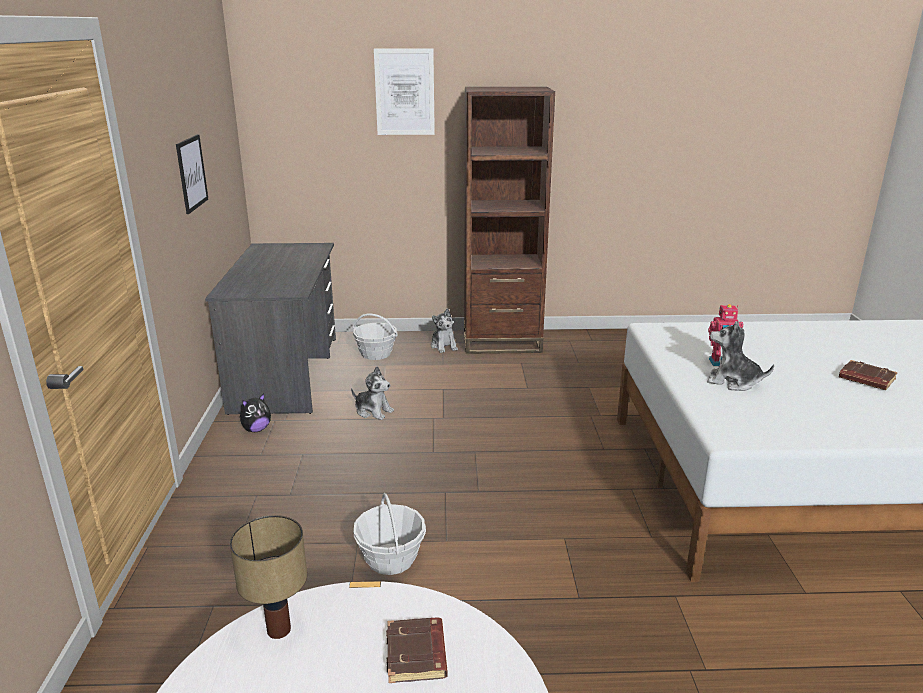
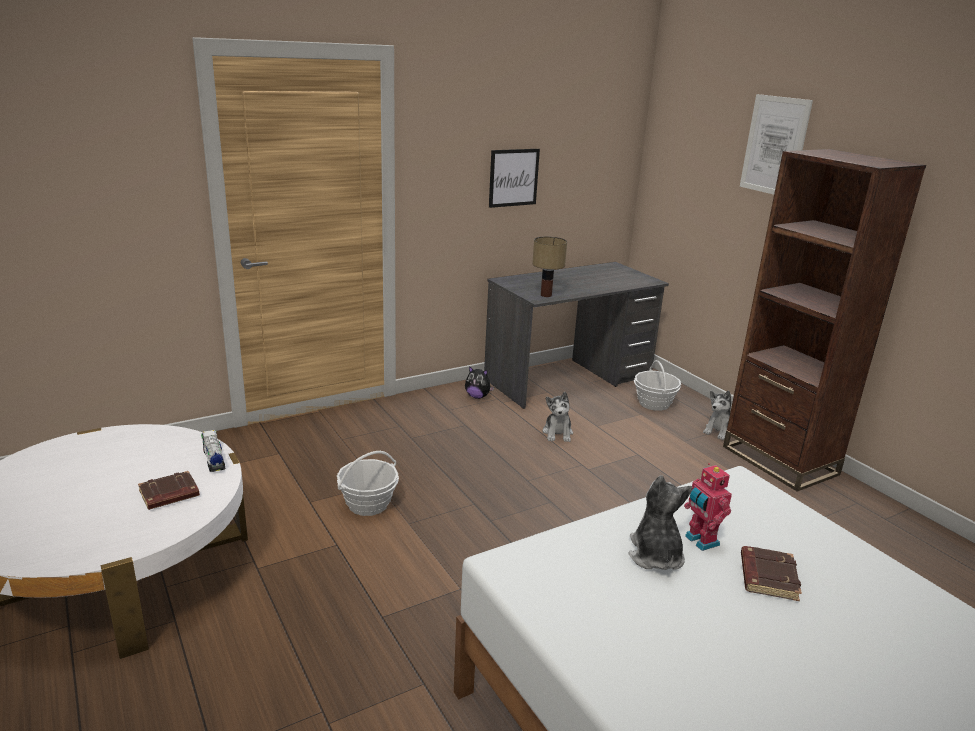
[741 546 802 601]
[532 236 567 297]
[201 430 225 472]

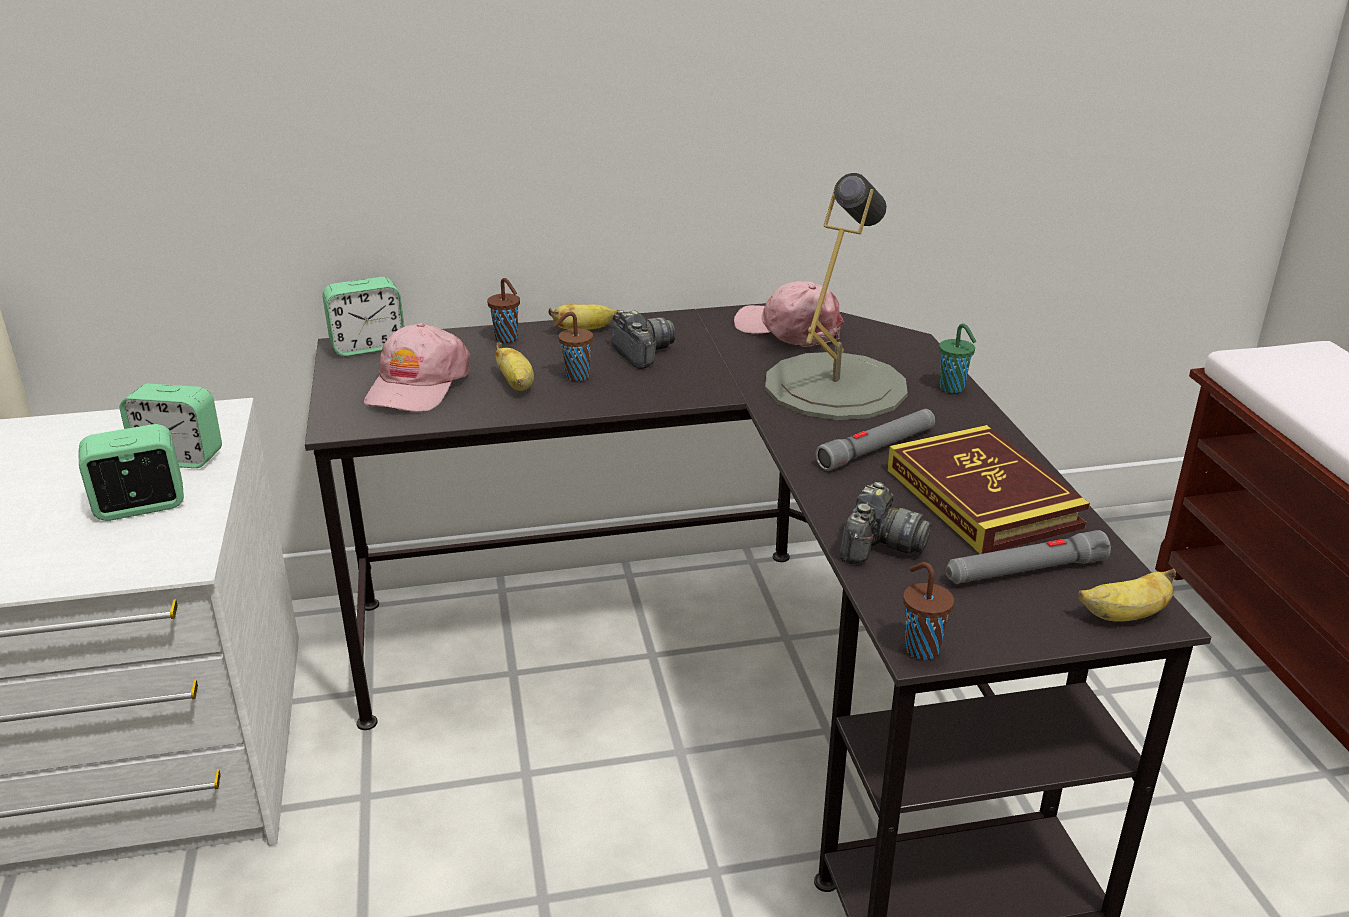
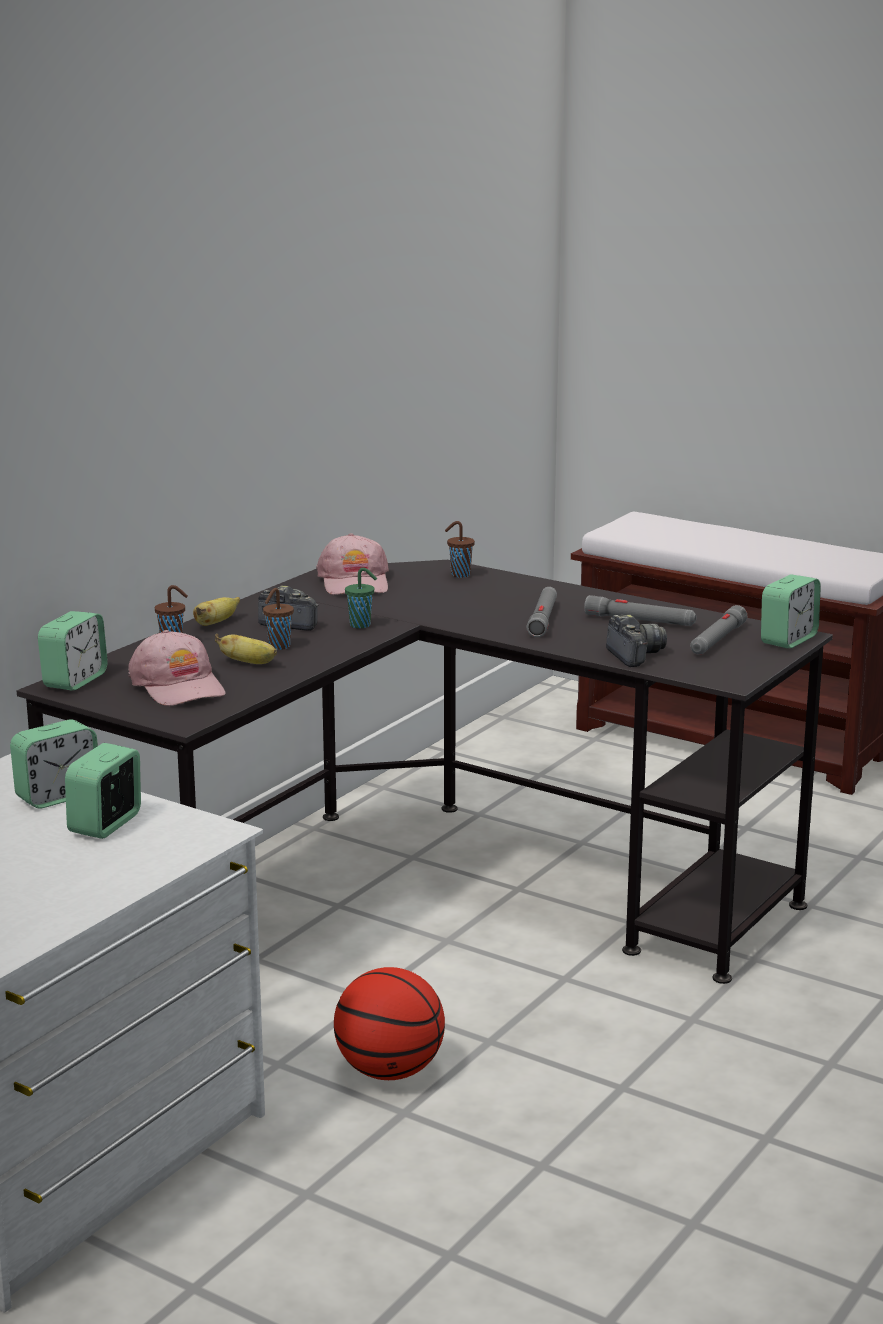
[765 173 908 420] (first image)
[316 533 389 595]
[345 568 377 628]
[584 595 696 626]
[445 521 475 578]
[761 574 821 648]
[334 967 445 1080]

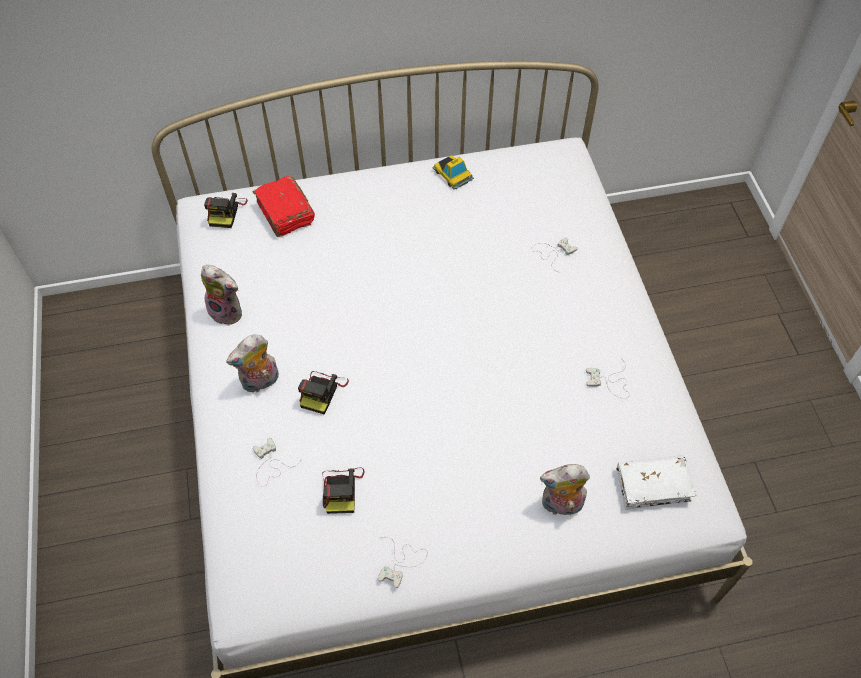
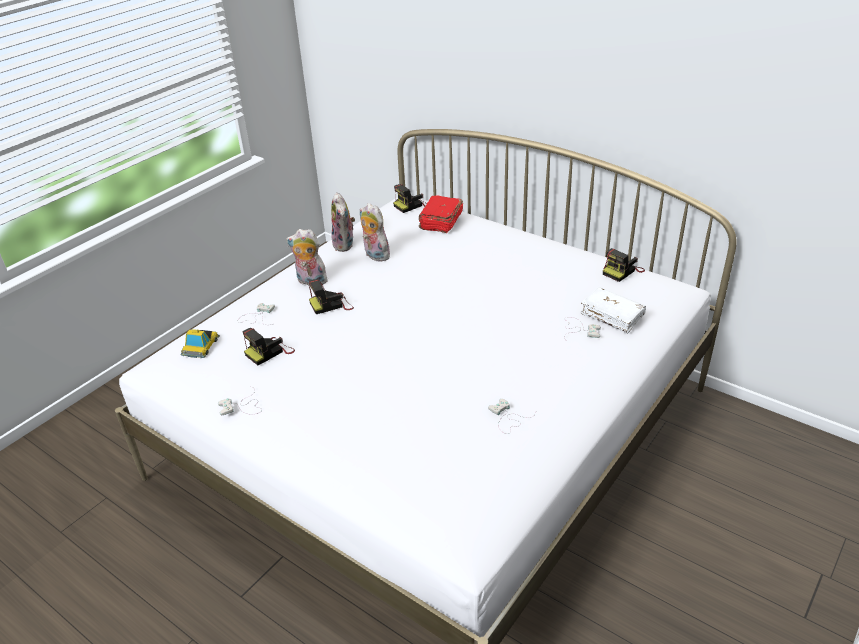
[180 329 220 358]
[580 287 646 334]
[360 203 390 262]
[603 248 645 282]

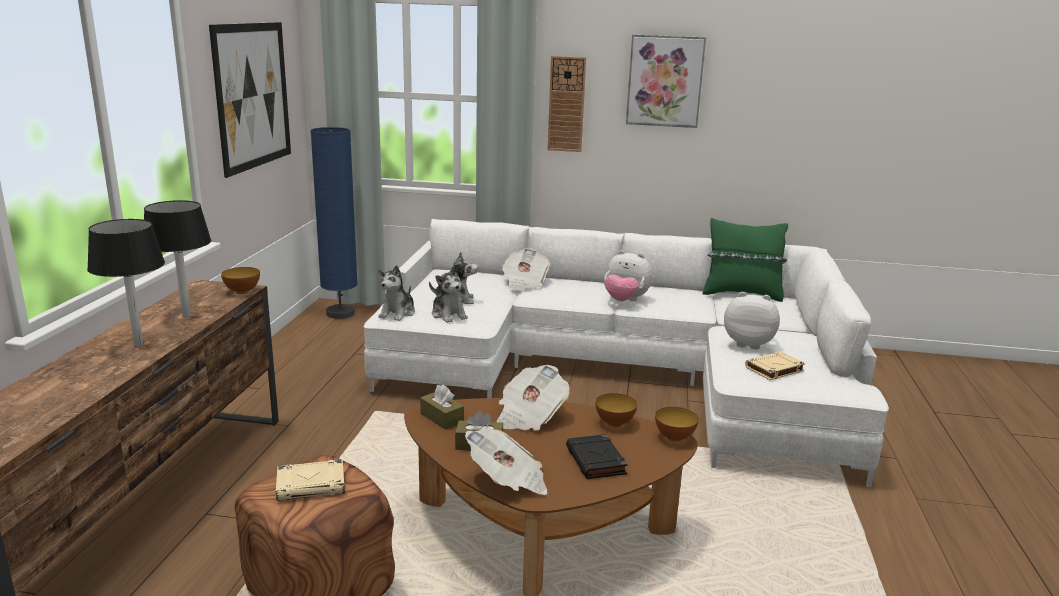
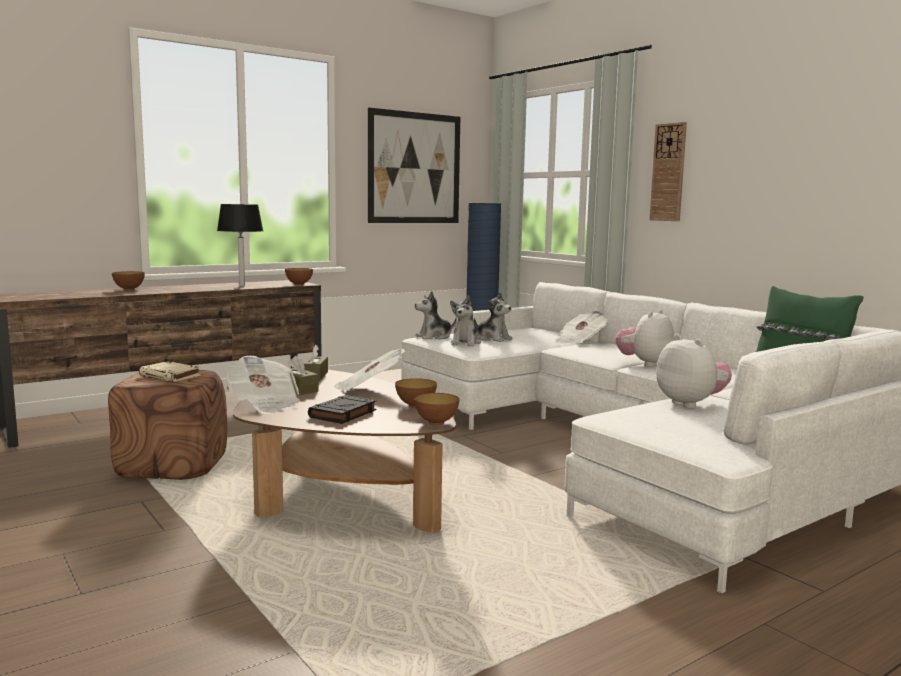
[626 34 706 128] (first image)
[87 219 165 346] (first image)
[616 309 674 367]
[745 352 805 380] (first image)
[112 271 145 290]

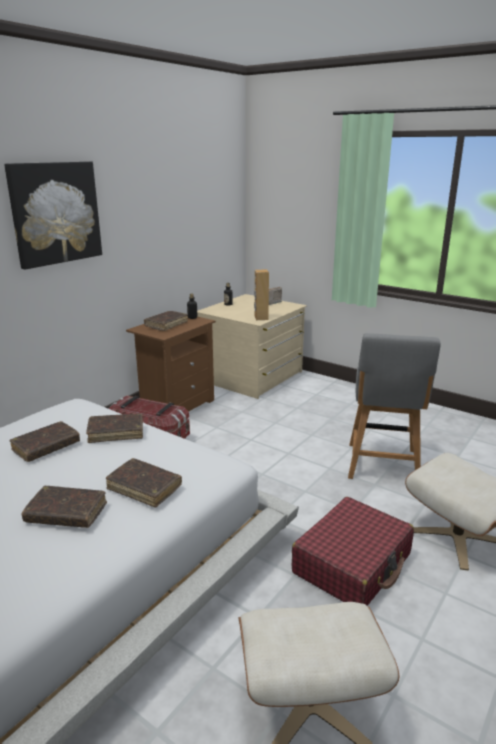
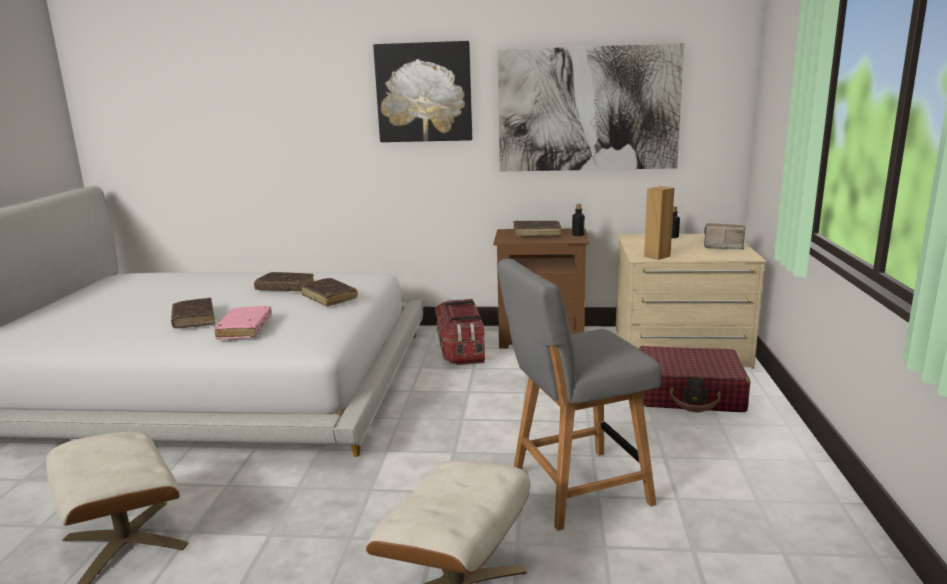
[214 306 272 339]
[639 346 750 412]
[498 43 684 171]

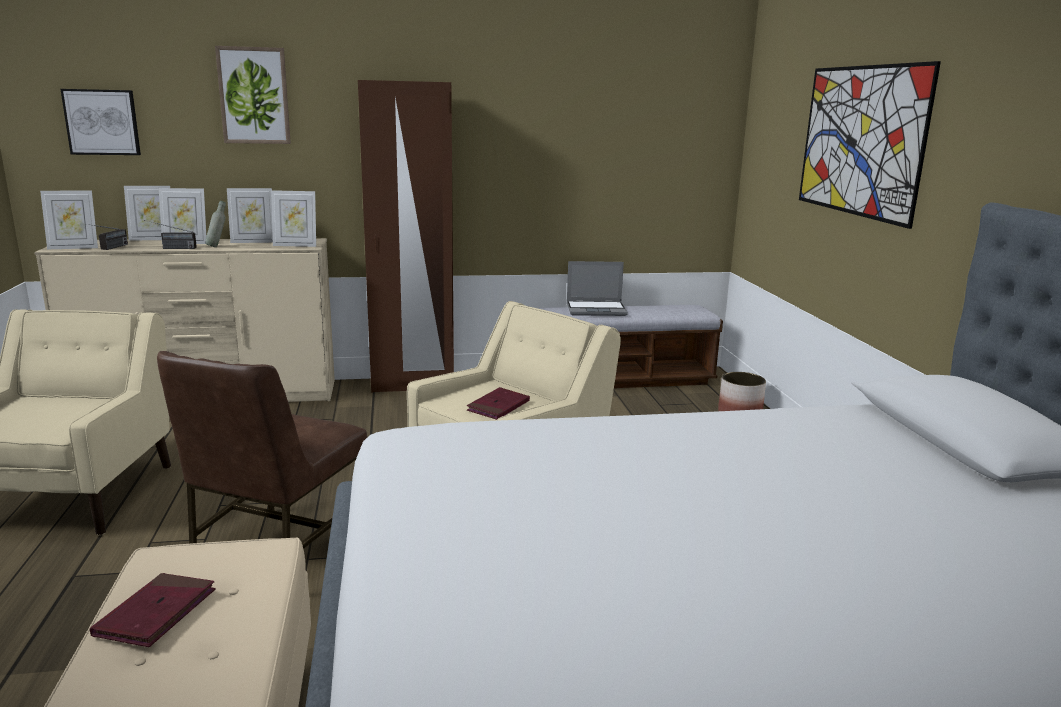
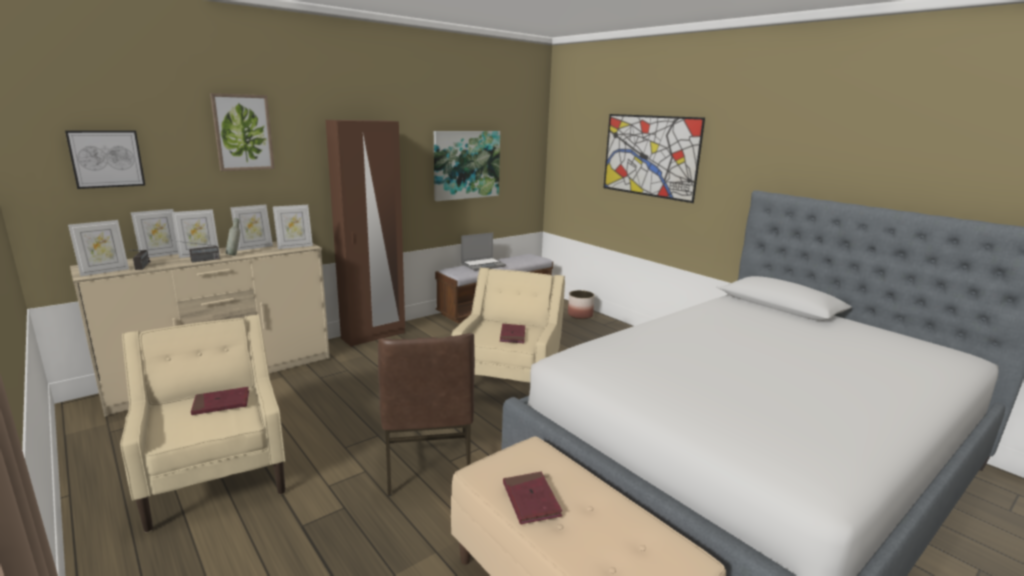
[434 131 500 201]
[191 387 249 415]

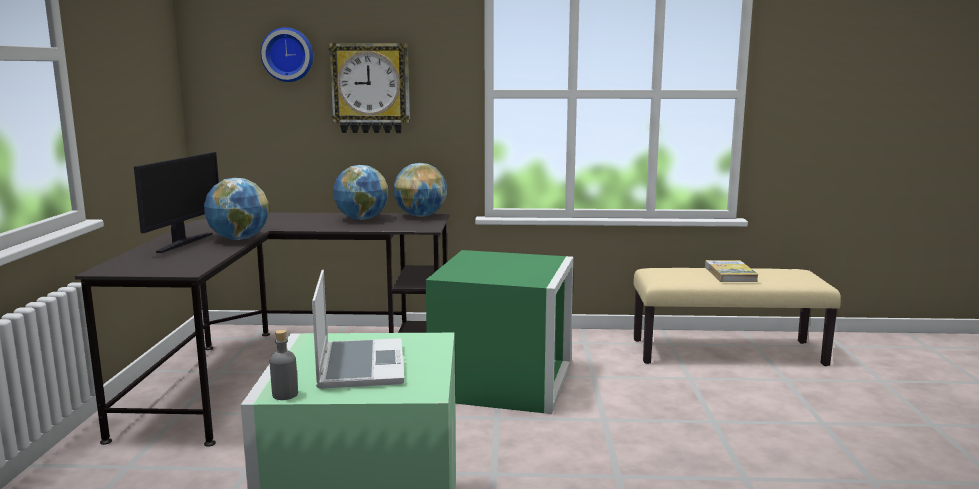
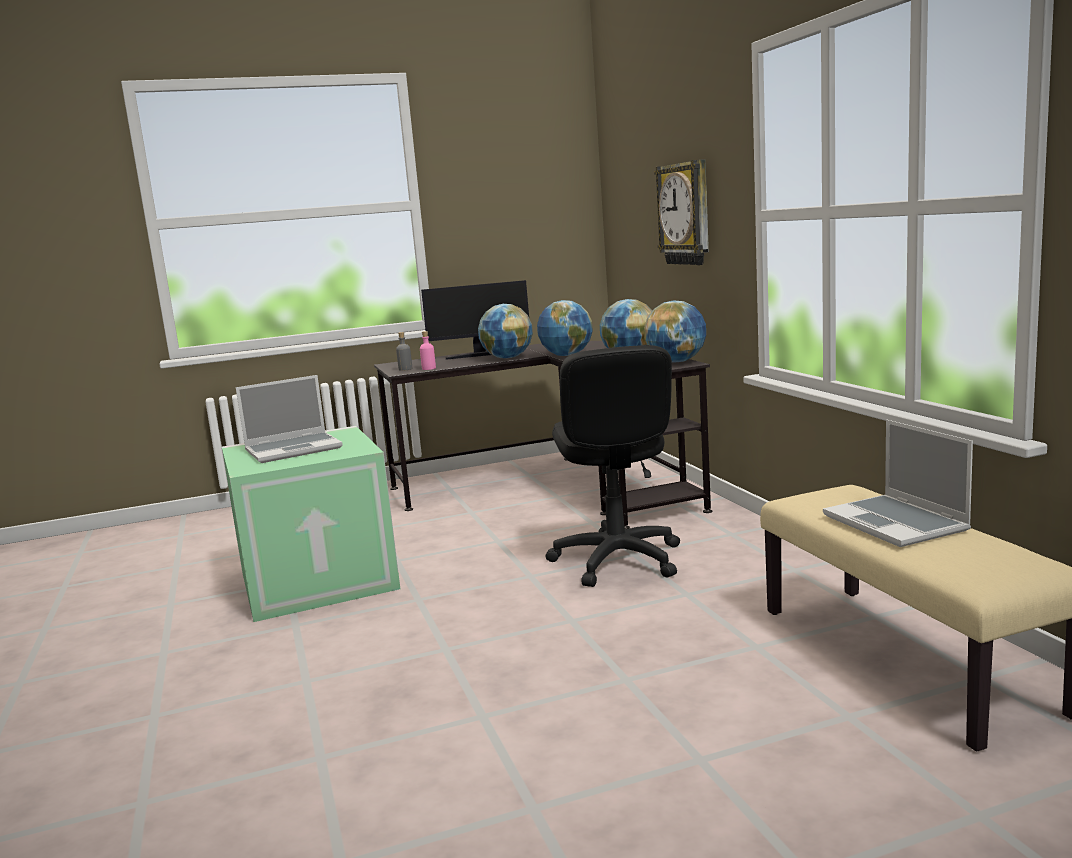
[261 27 313 82] (first image)
[545 345 680 587]
[823 420 973 547]
[396 332 412 371]
[537 300 593 356]
[420 331 436 370]

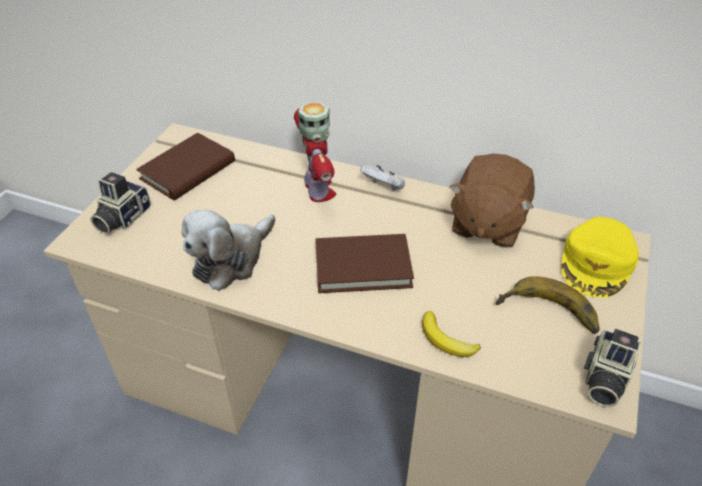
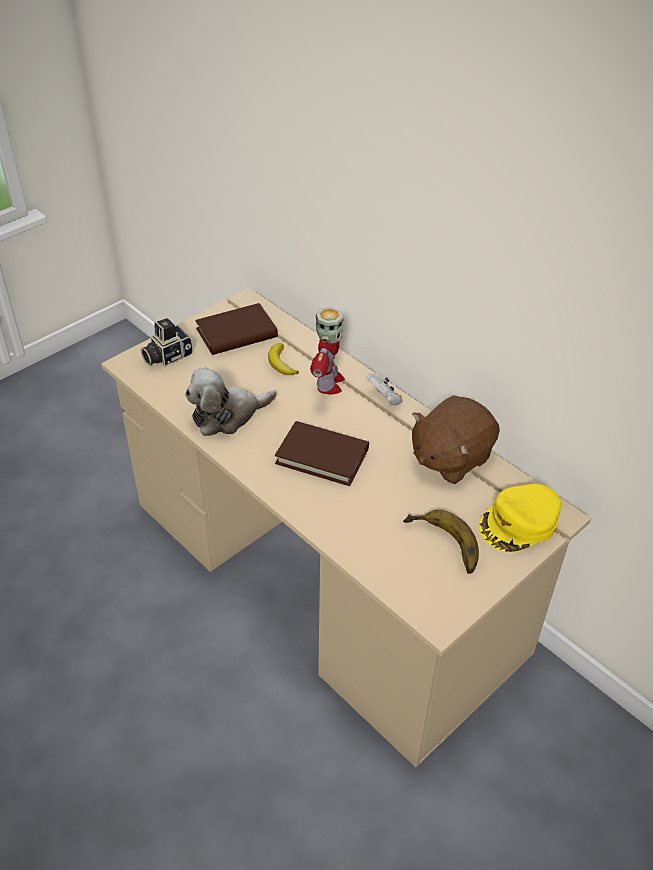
[268 343 299 375]
[584 329 641 407] (first image)

